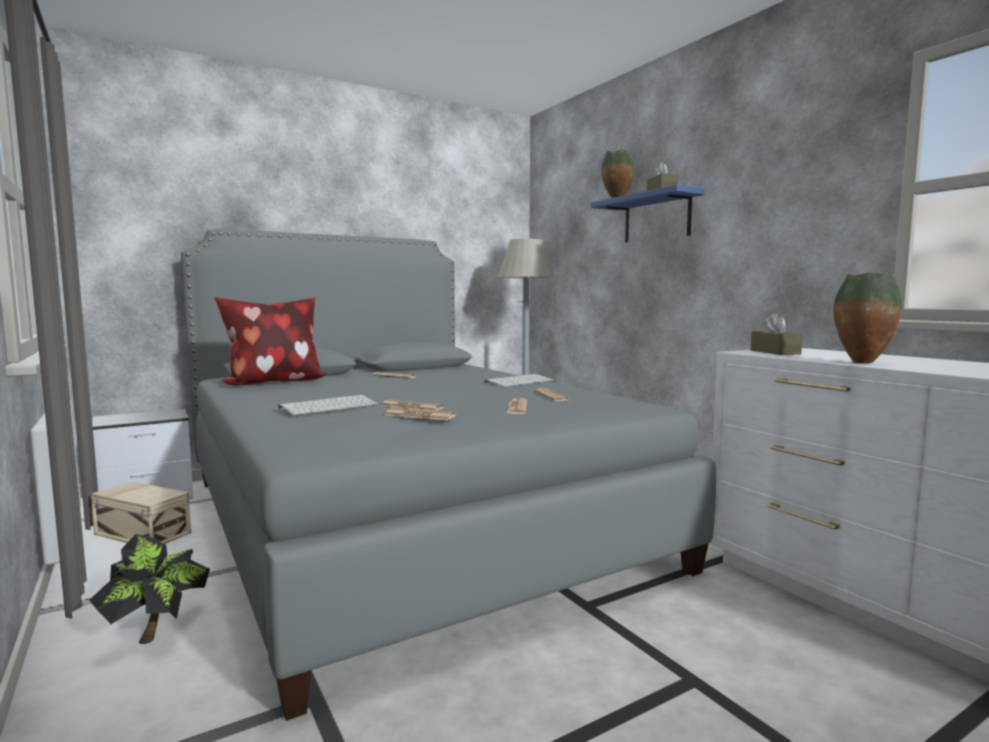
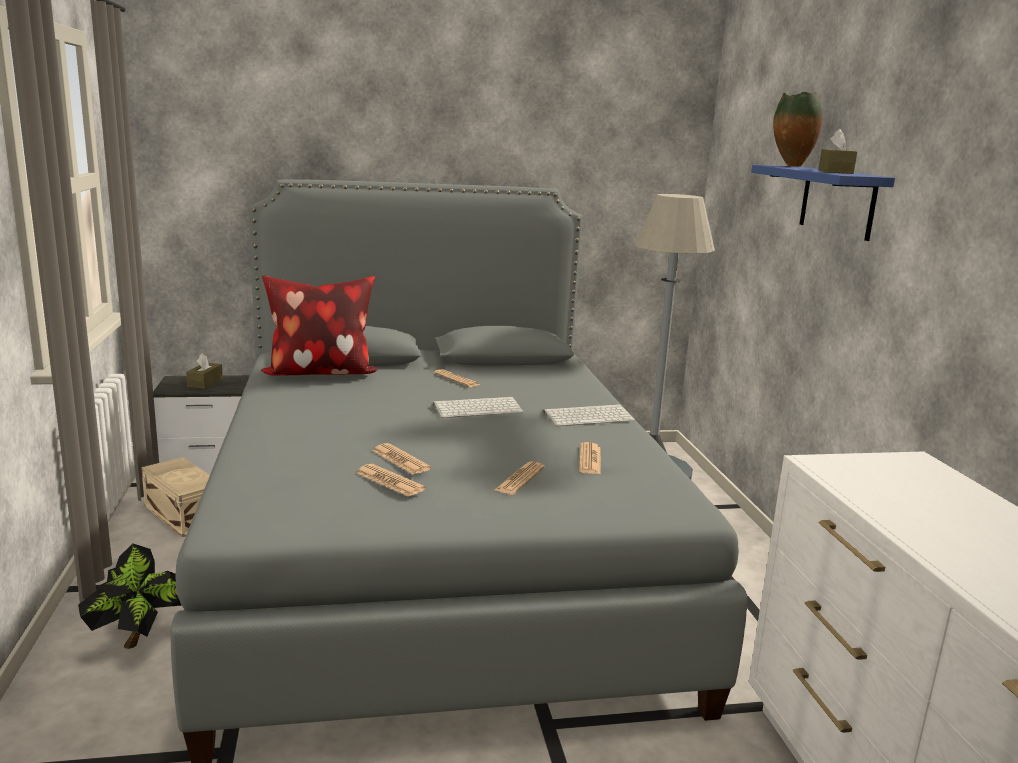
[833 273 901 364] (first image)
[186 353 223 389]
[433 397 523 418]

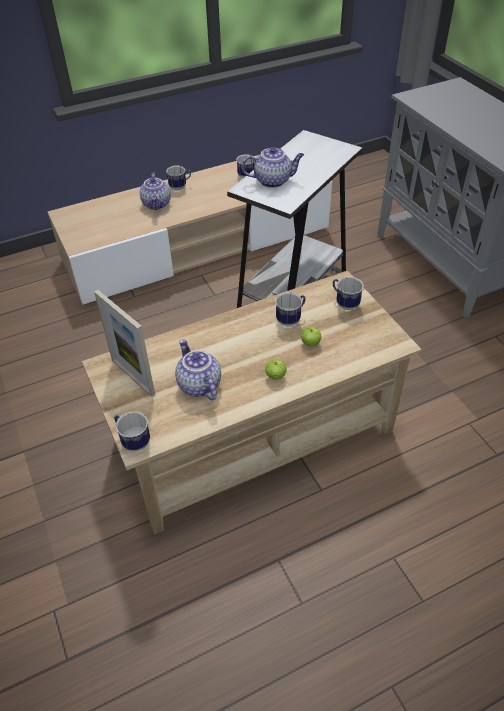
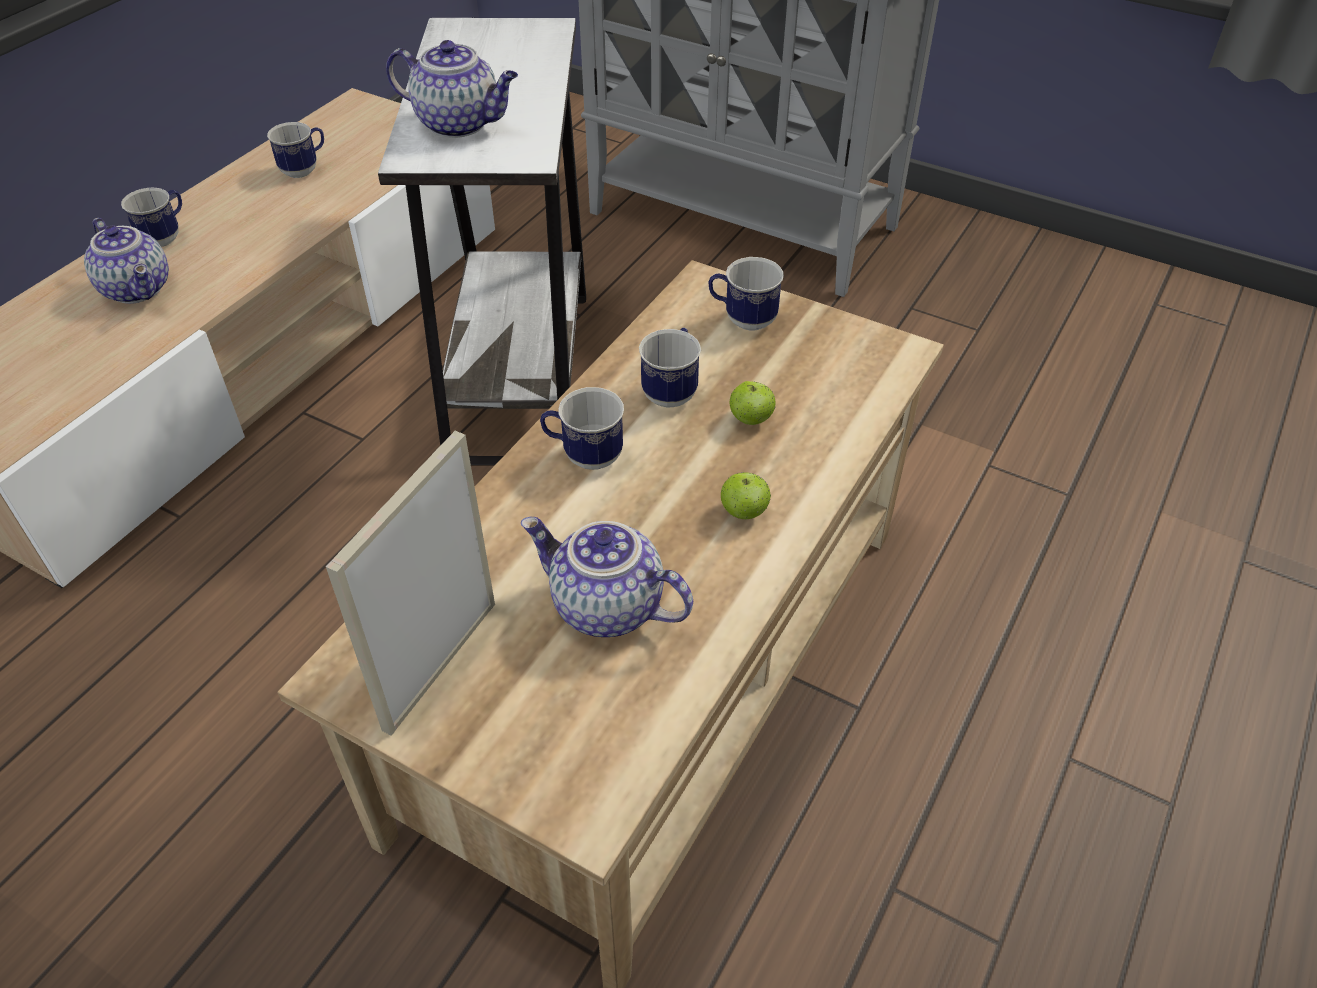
[386 40 518 138]
[326 431 495 736]
[540 387 624 470]

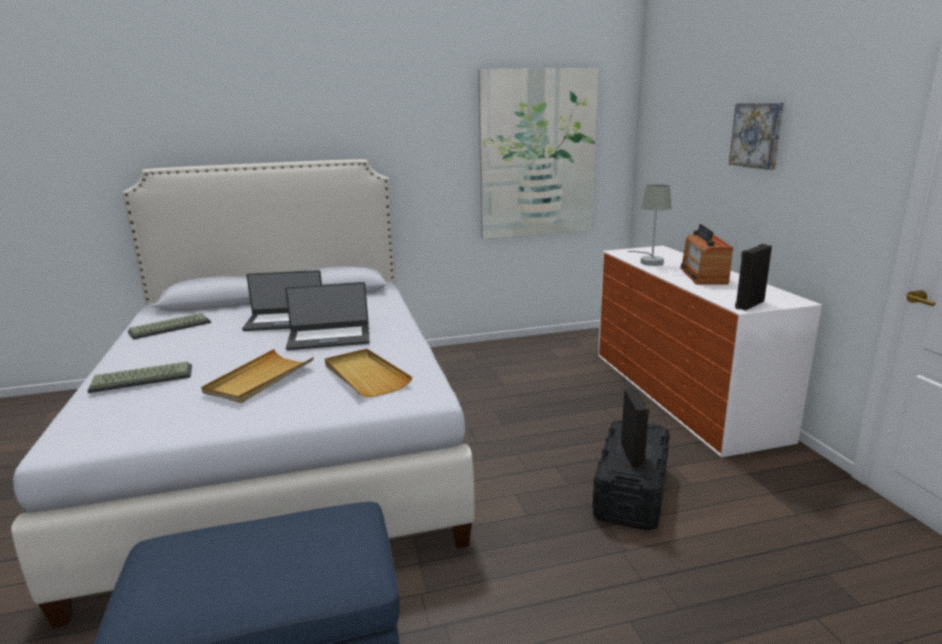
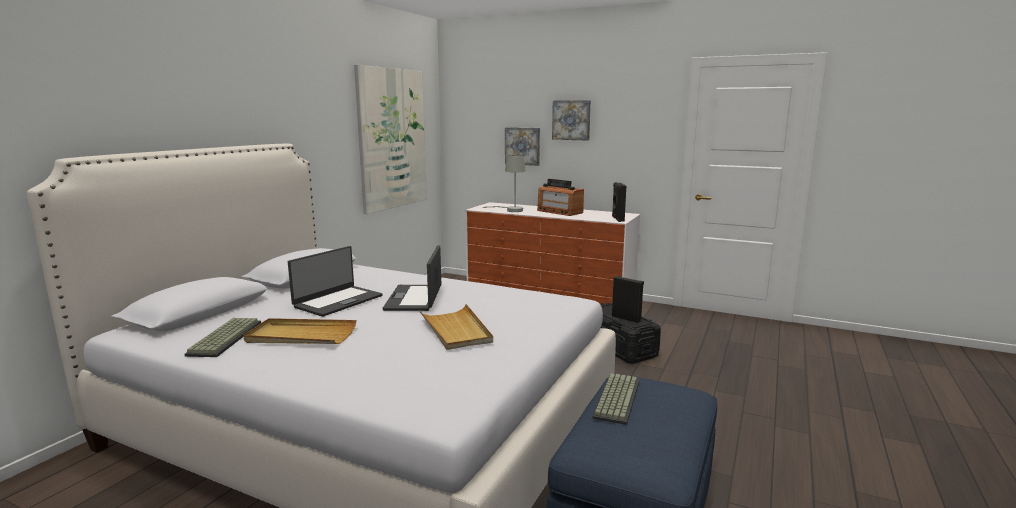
[383 245 441 311]
[243 318 356 344]
[593 373 639 425]
[505 127 540 166]

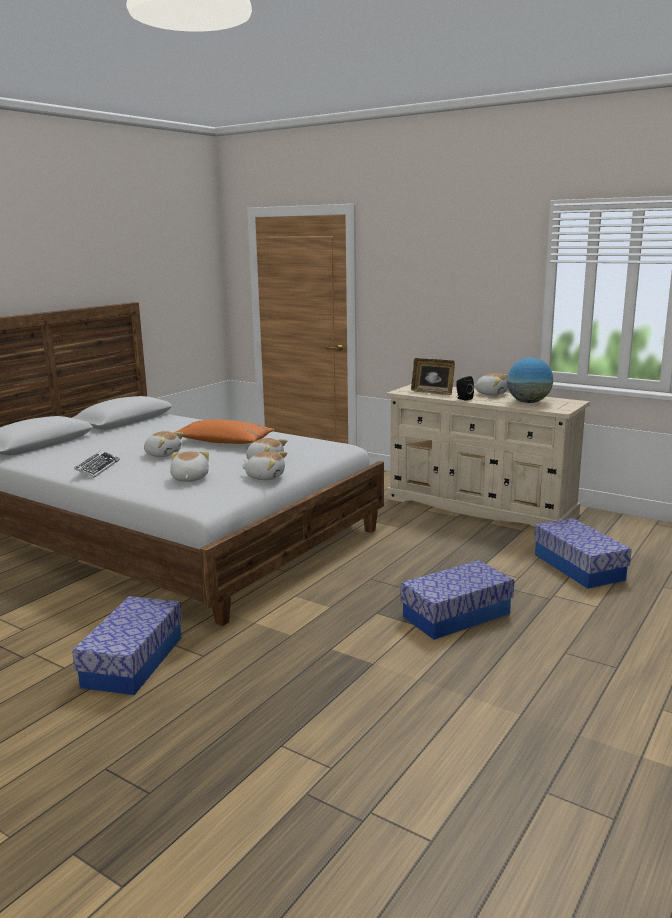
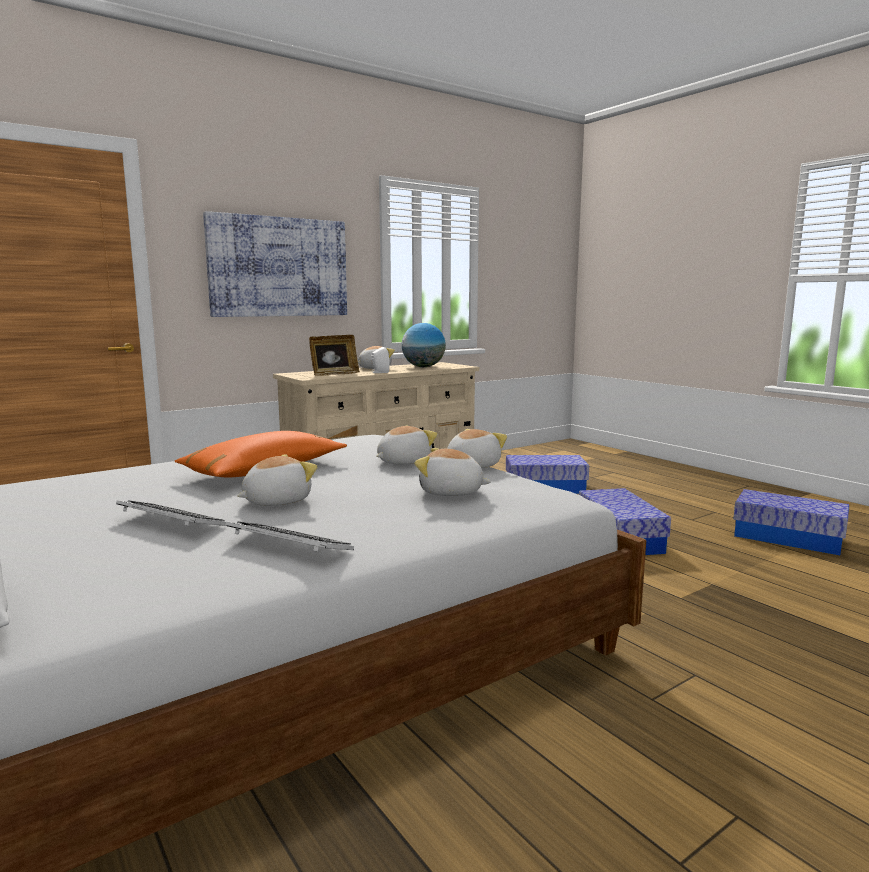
[371 347 390 373]
[733 489 849 555]
[203 211 347 317]
[116 500 226 526]

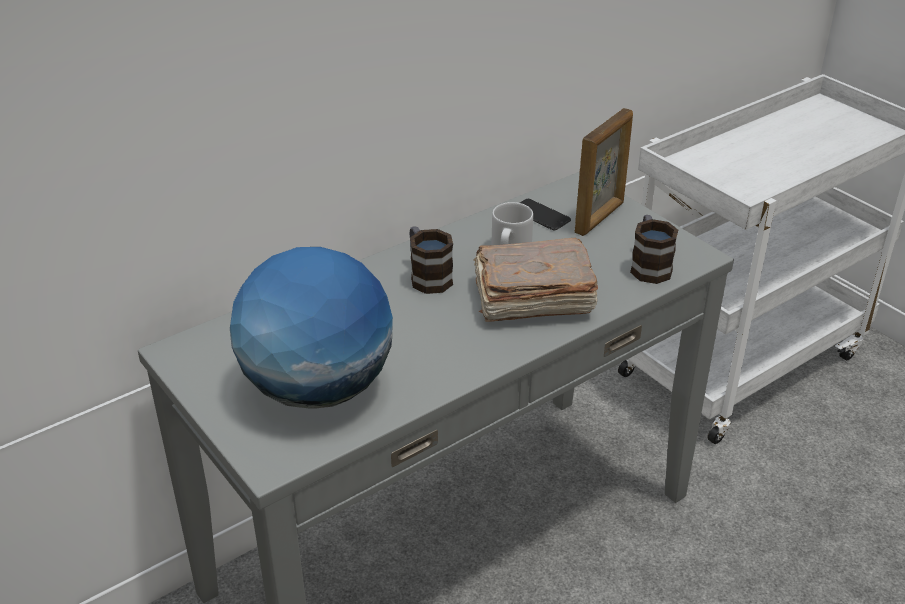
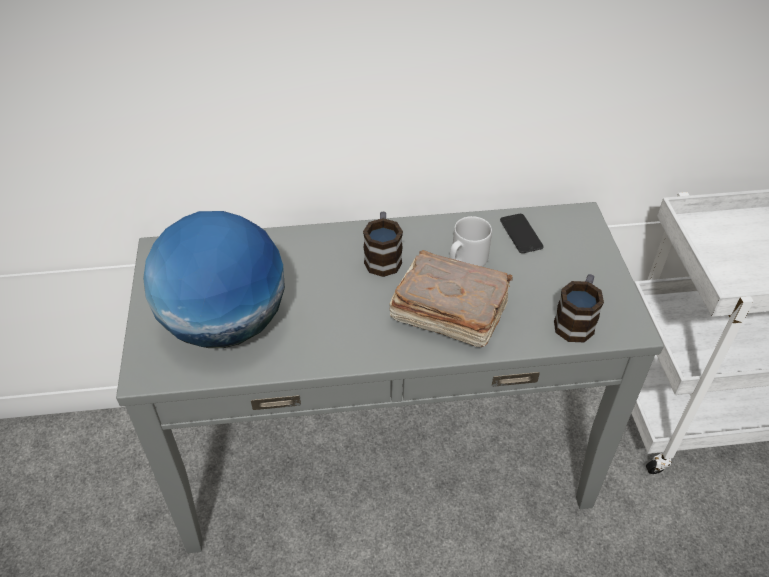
[575 108 633 236] (first image)

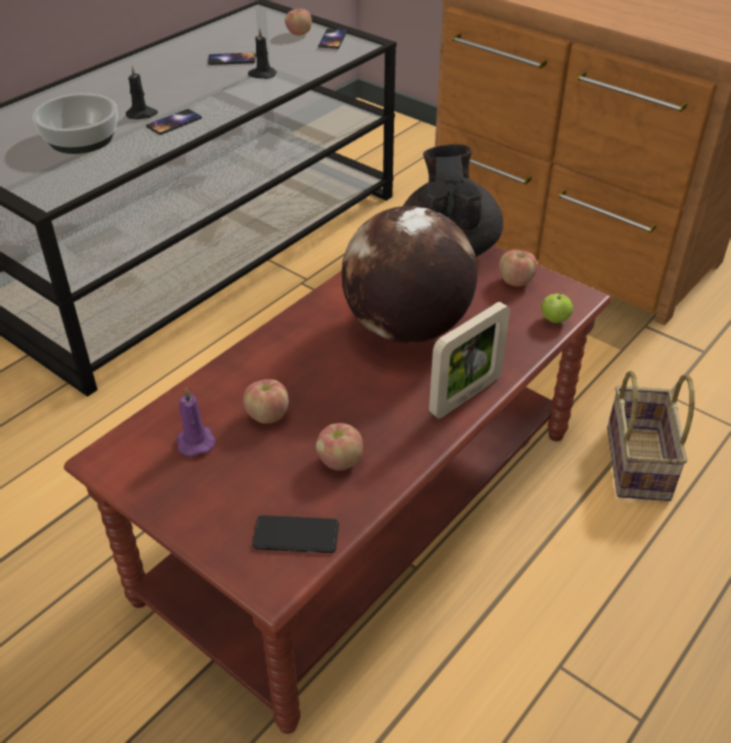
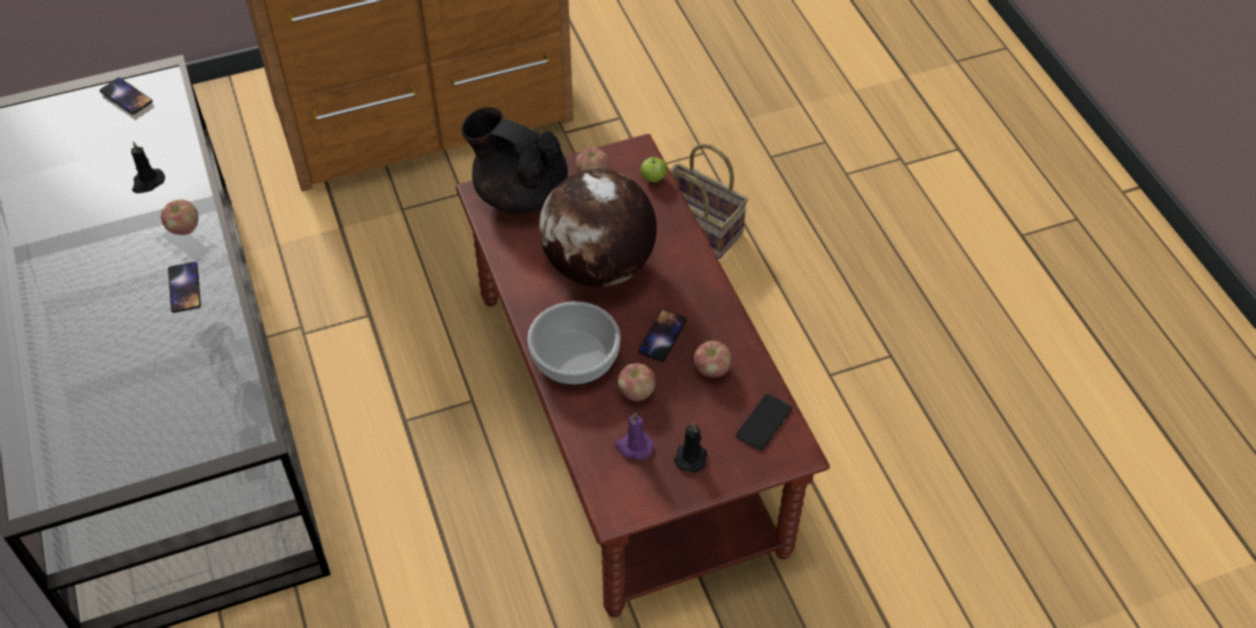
[161 200 199 235]
[638 310 687 362]
[674 423 707 472]
[528 301 621 386]
[429 302 510 418] (first image)

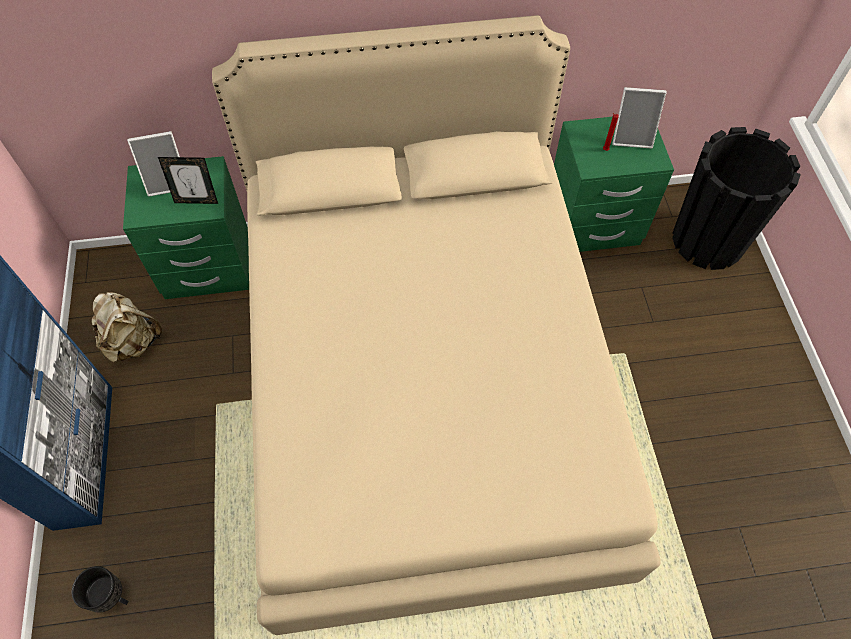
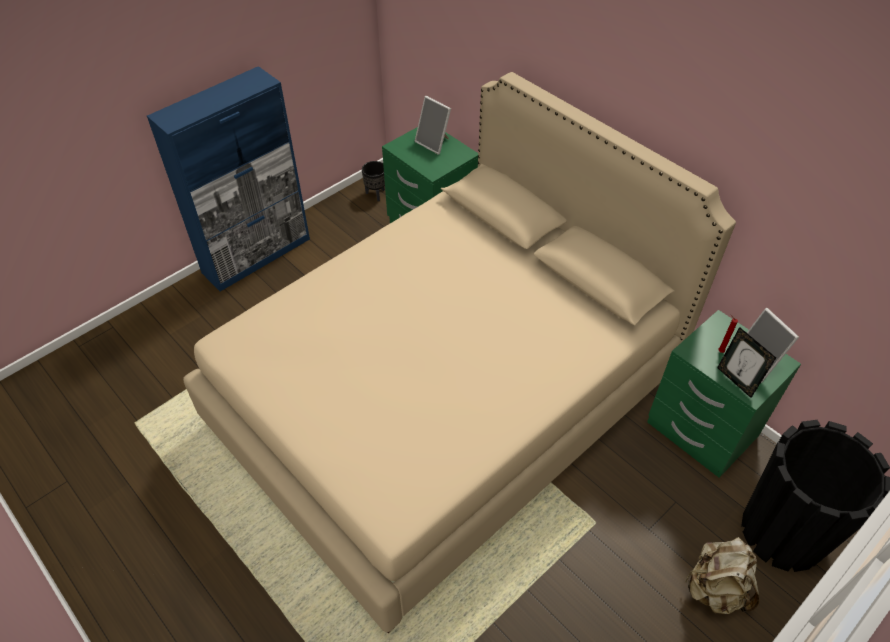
[717 327 776 398]
[685 537 760 614]
[362 161 385 201]

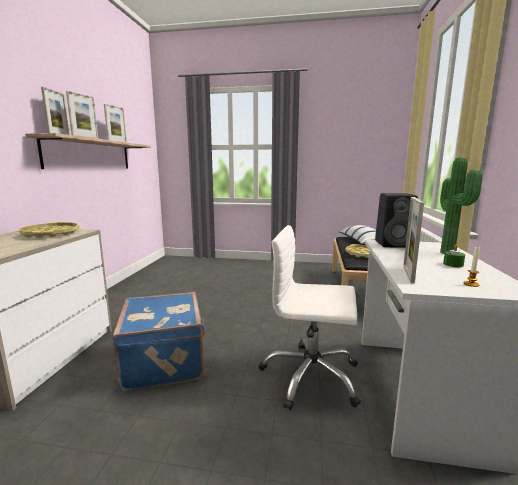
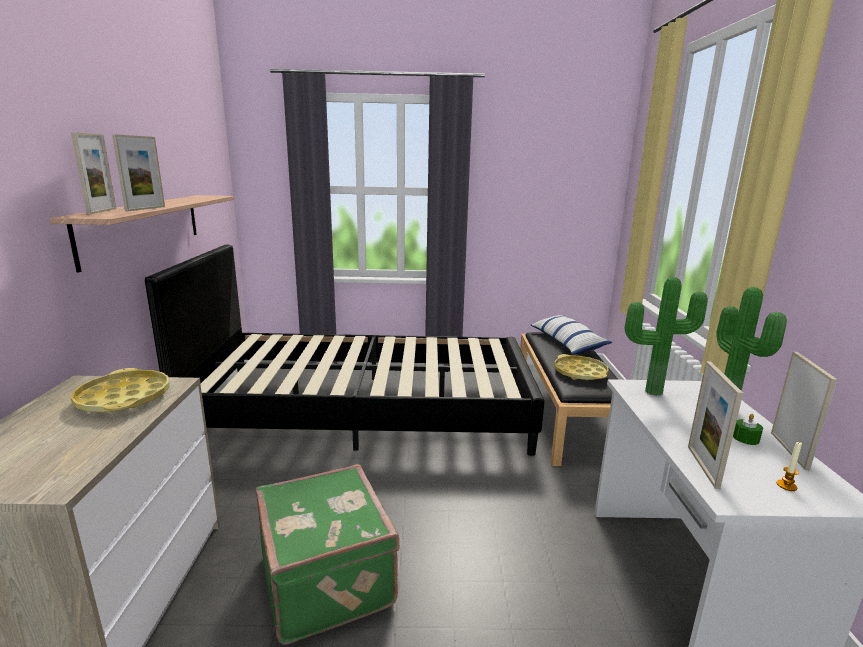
[771 352 838 471]
[625 277 708 396]
[259 225 361 410] (first image)
[256 464 399 645]
[145 245 545 456]

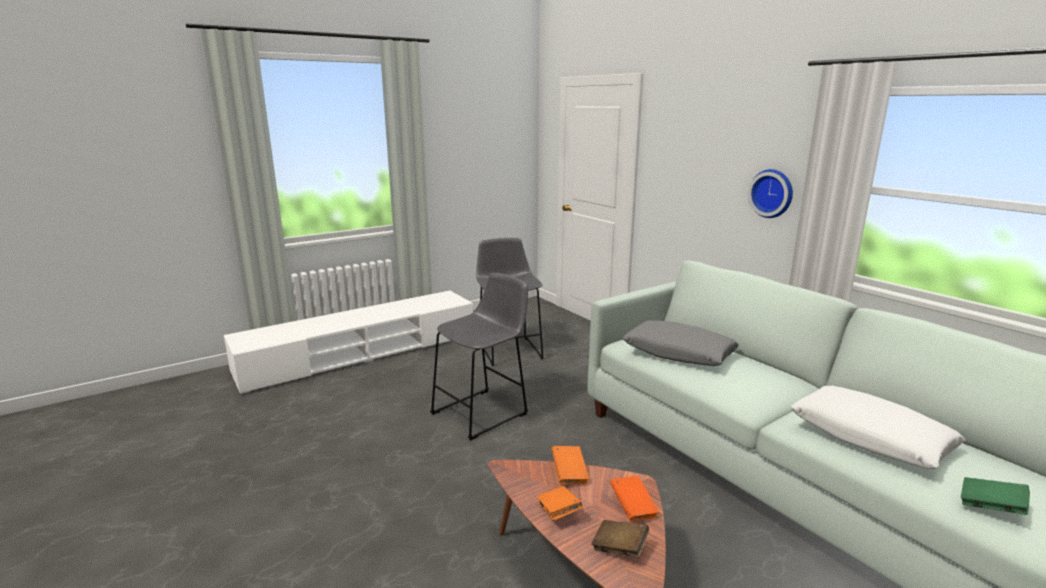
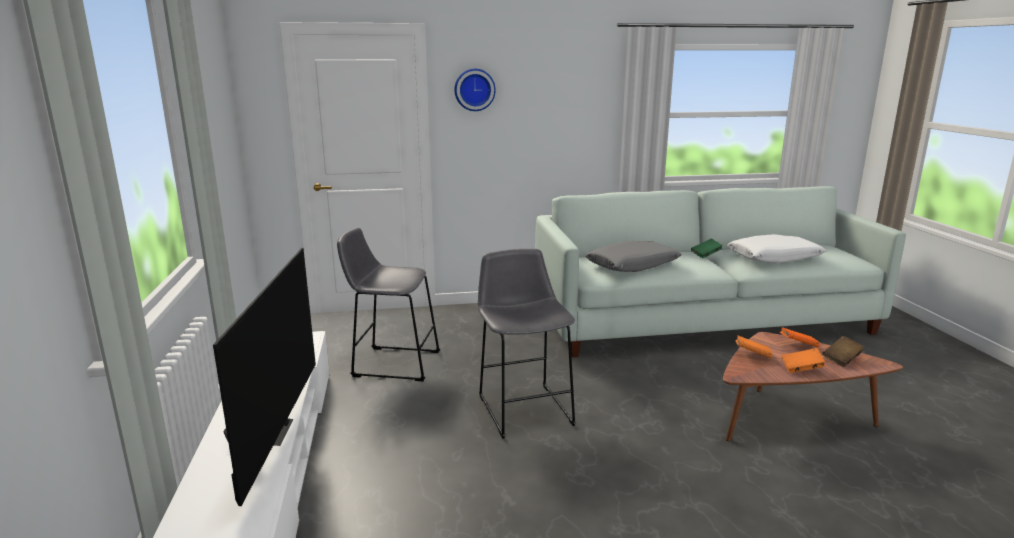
[455 69 496 111]
[691 239 723 258]
[213 248 316 506]

